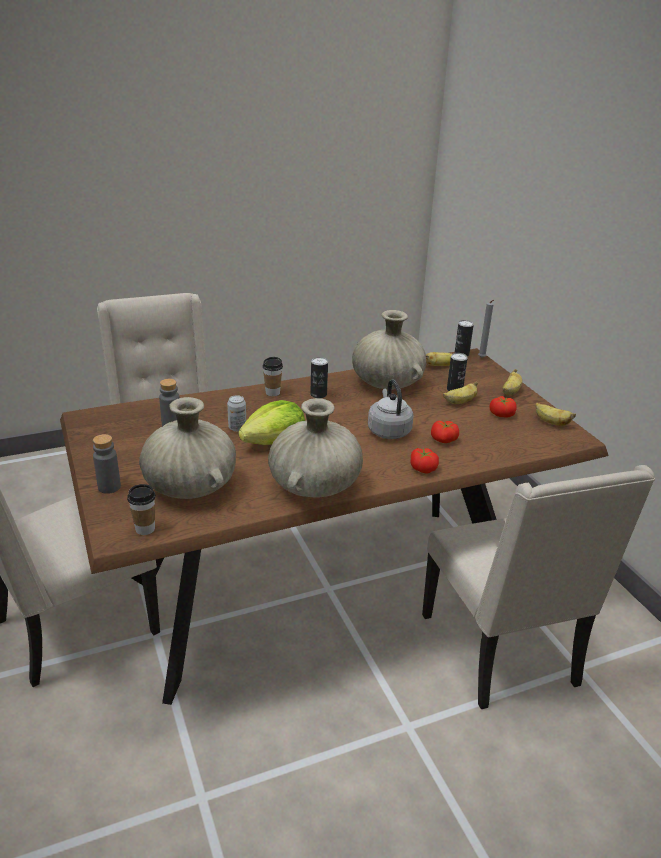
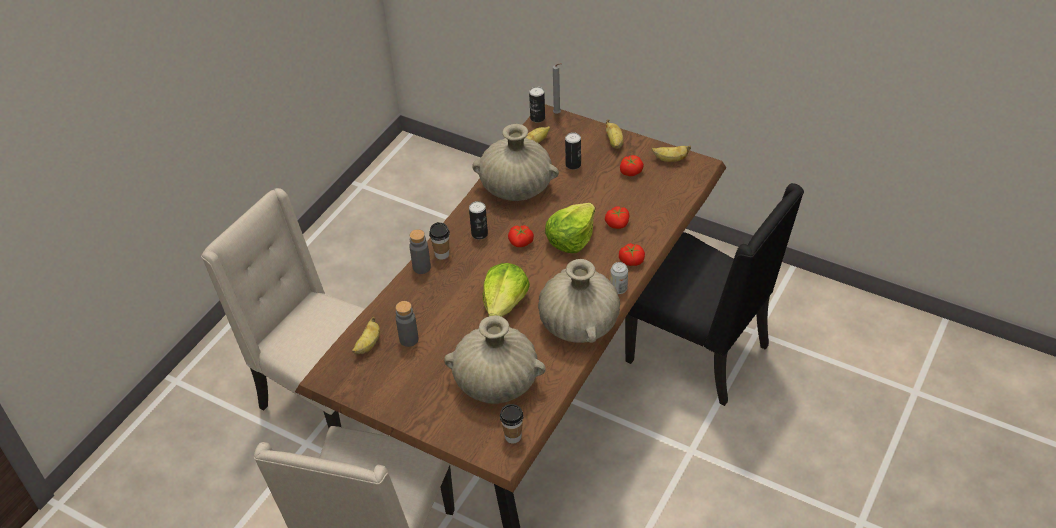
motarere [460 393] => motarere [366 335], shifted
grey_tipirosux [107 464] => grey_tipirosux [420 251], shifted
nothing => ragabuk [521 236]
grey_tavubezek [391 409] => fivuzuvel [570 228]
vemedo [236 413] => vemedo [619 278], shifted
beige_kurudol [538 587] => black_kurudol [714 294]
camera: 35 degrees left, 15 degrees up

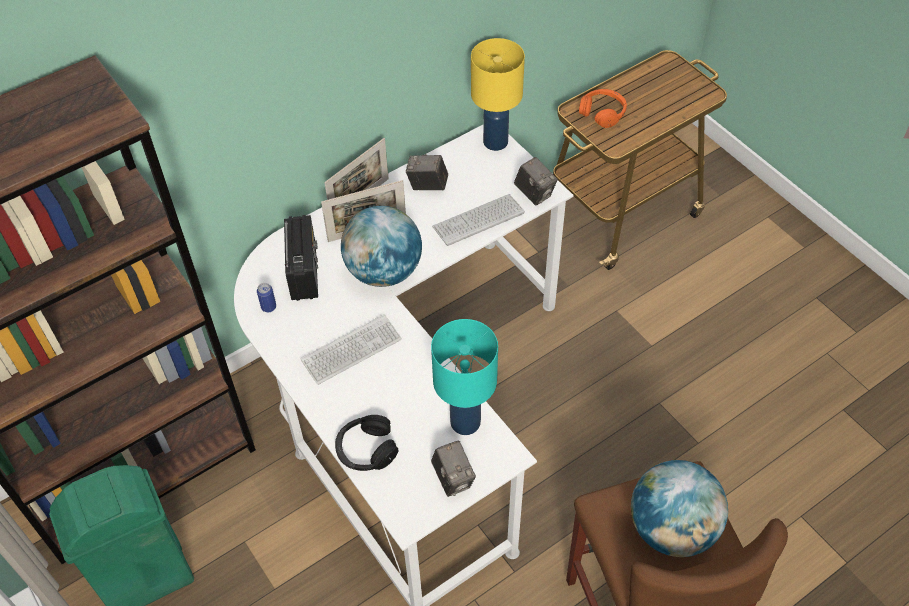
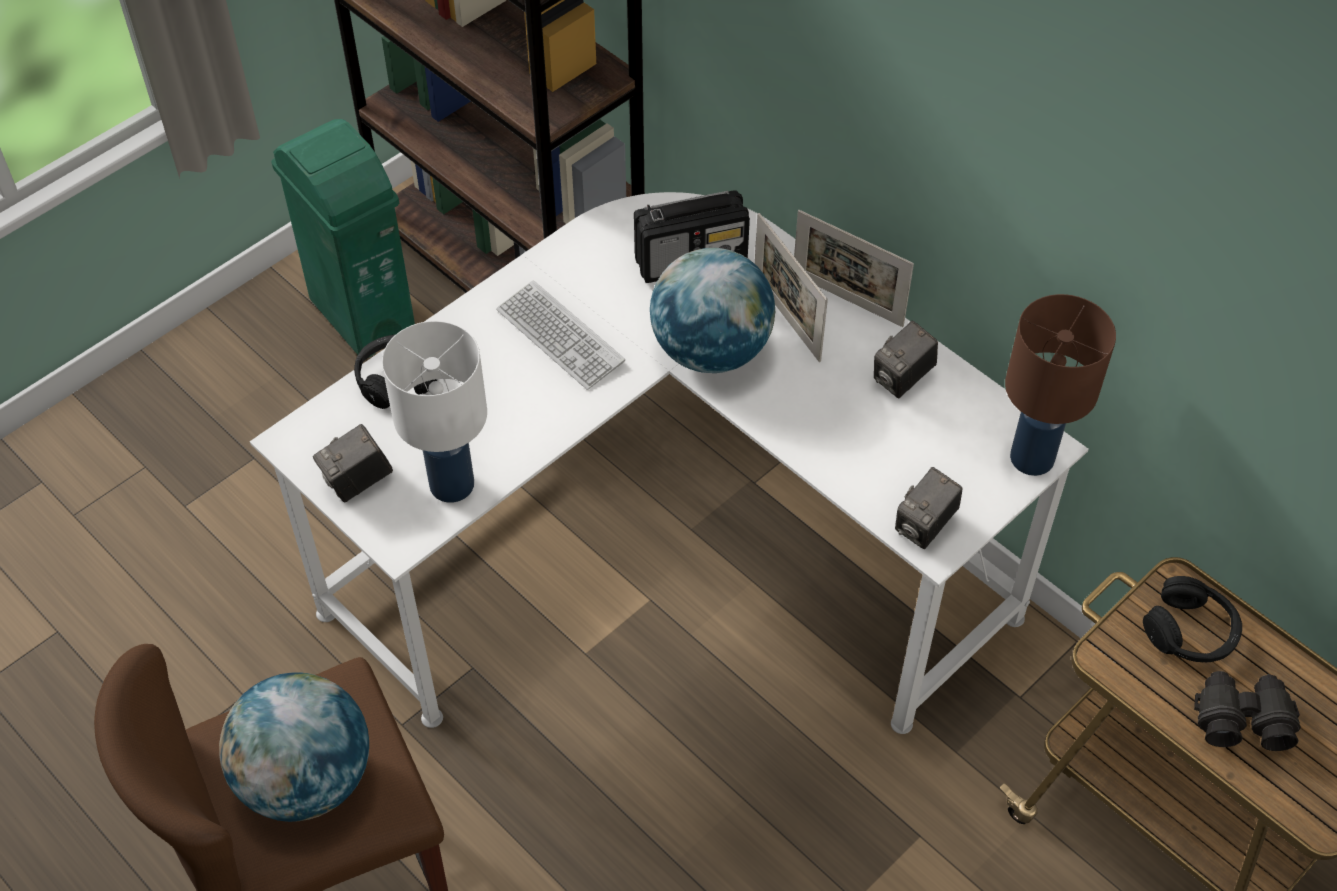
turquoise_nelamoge [464 377] => white_nelamoge [434 412]
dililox [427 172] => dililox [906 359], 135 degrees counterclockwise
yellow_nelamoge [498 94] => brown_nelamoge [1060 385]
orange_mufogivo [603 108] => black_mufogivo [1192 619]
nothing => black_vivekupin [1247 711]
vemedo [266 297] => nothing
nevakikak [478 220] => nothing
camera: 80 degrees right, 0 degrees up

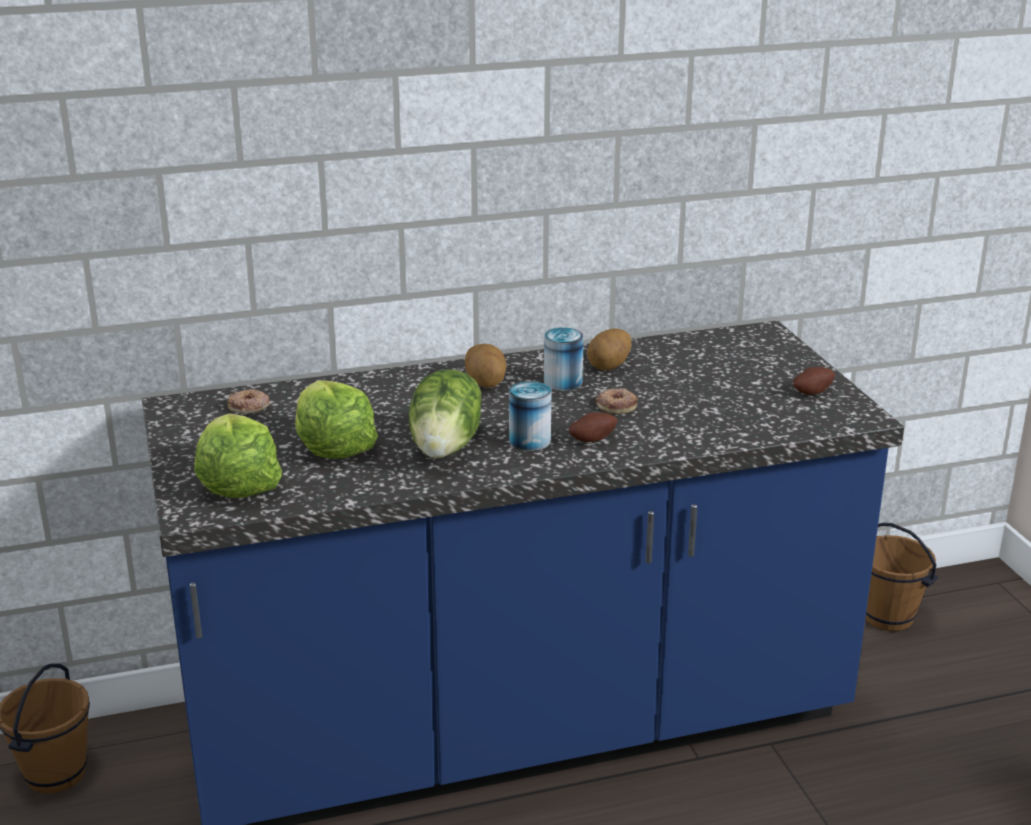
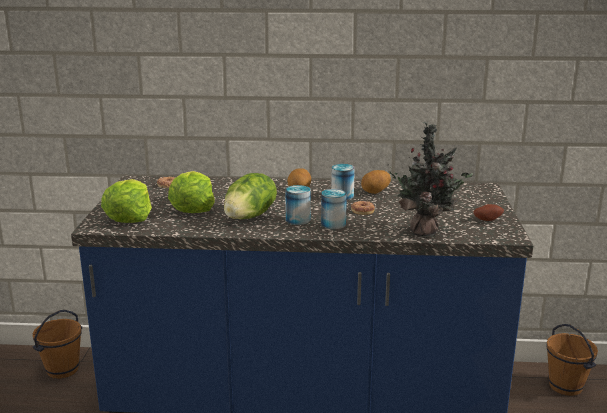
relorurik [593 427] => vemedo [334 209]
nothing => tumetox [431 179]
camera: 20 degrees right, 5 degrees down

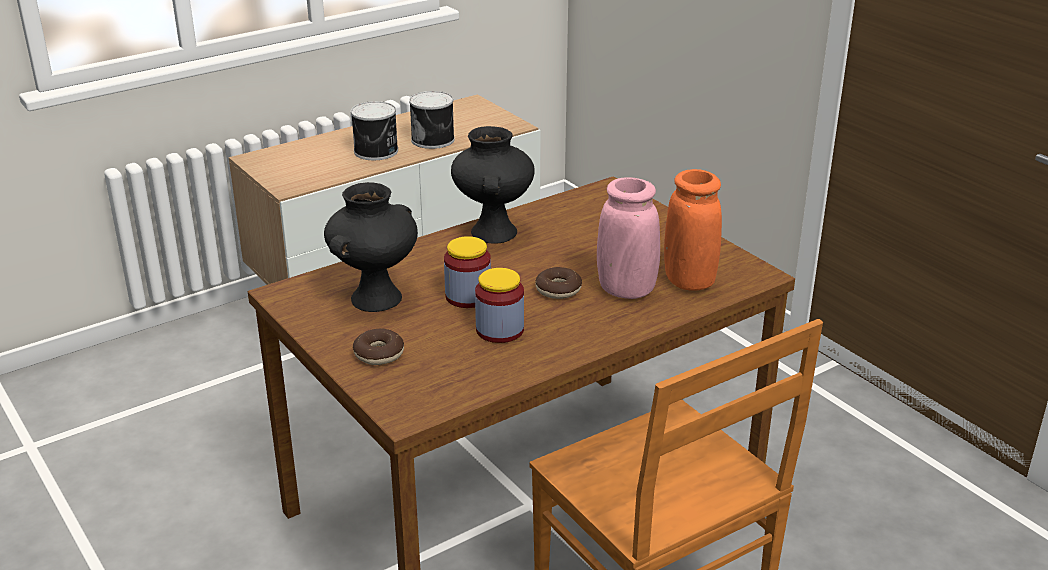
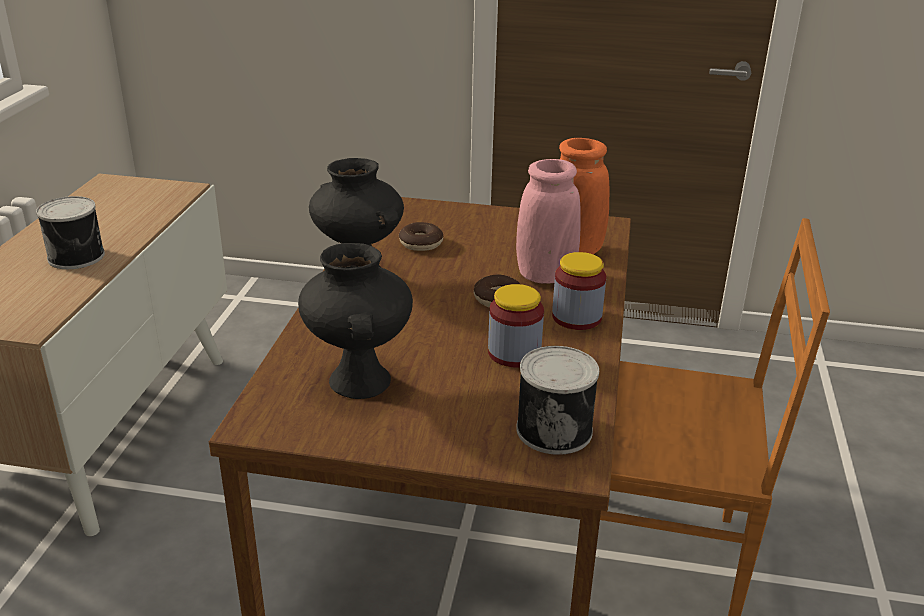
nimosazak [378 347] => nimosazak [421 236], shifted
vemedo [432 120] => vemedo [557 400], shifted
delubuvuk [467 272] => delubuvuk [579 291], shifted
camera: 45 degrees left, 0 degrees up

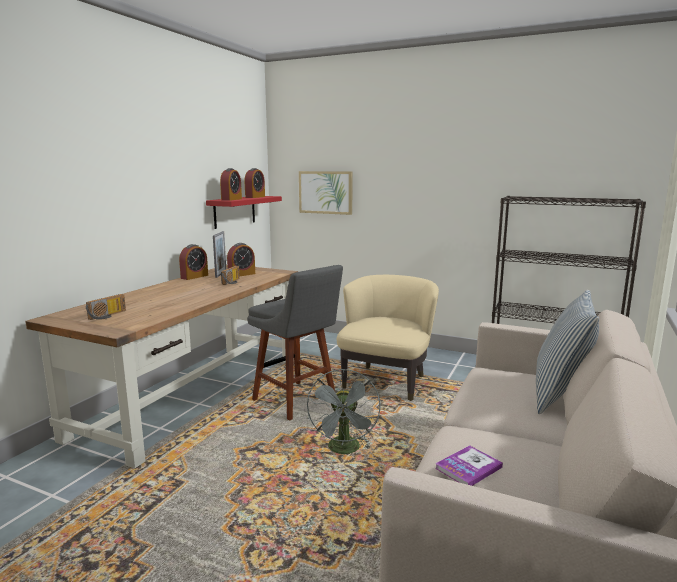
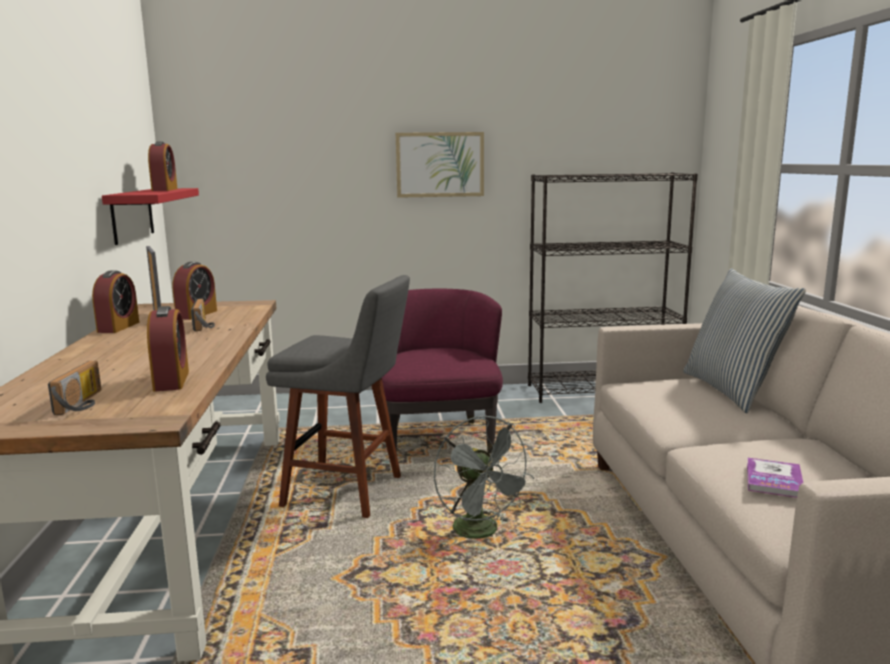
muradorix [231 184] => muradorix [168 349], shifted
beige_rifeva [388 338] => purple_rifeva [442 371]
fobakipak [326 193] => fobakipak [440 165], shifted
camera: 30 degrees left, 0 degrees up

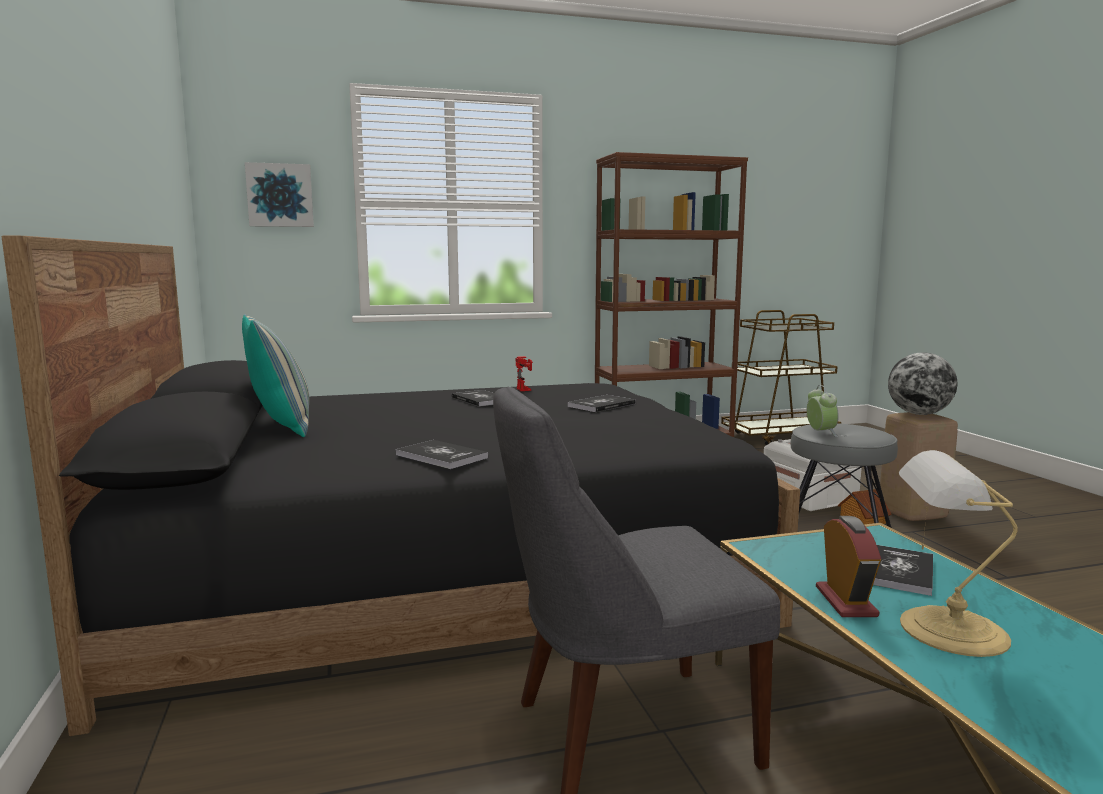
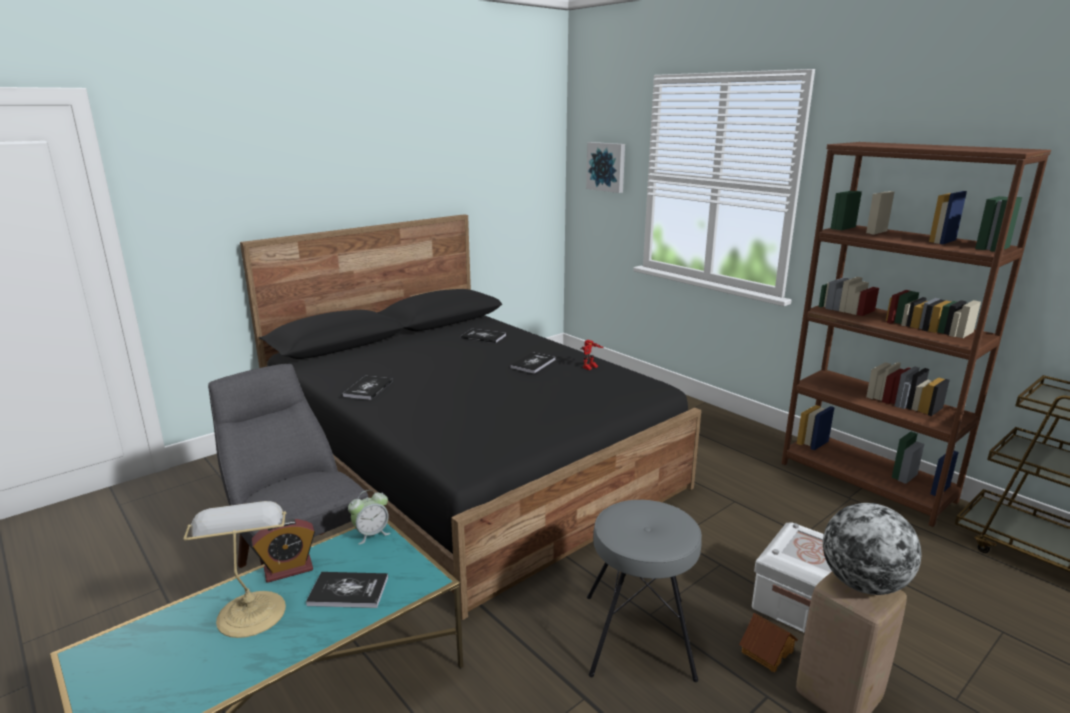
muradorix [823 411] => muradorix [369 517], shifted
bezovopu [602 403] => bezovopu [483 336], shifted
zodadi [275 375] => nothing
camera: 65 degrees right, 10 degrees up

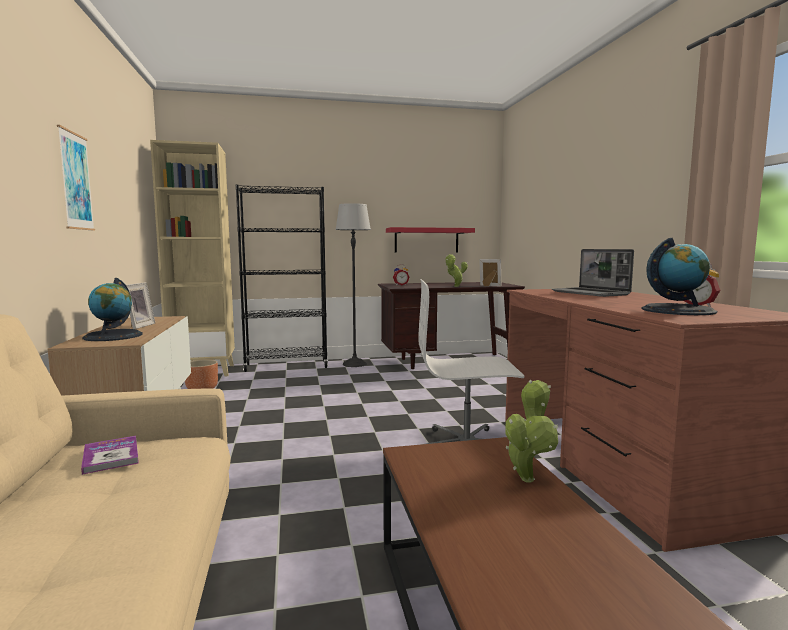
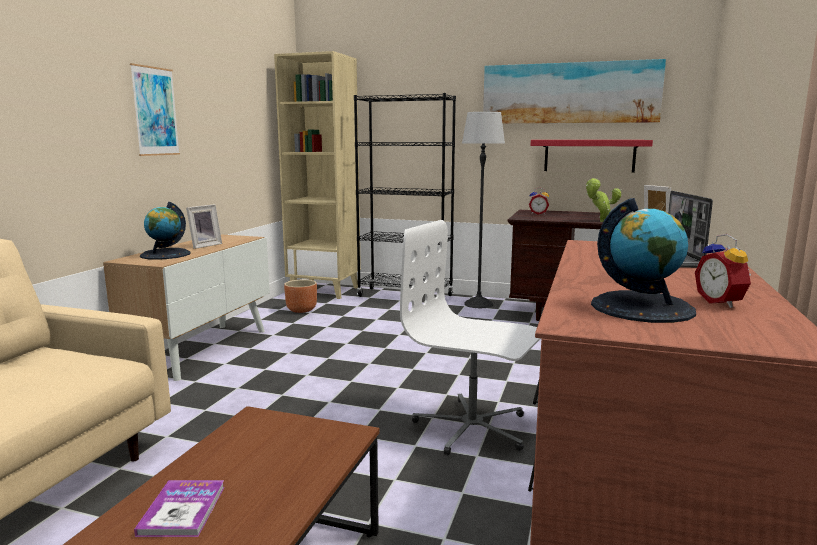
bezovopu [110 455] => bezovopu [179 508], shifted
nothing => fobakipak [574 91]
tumetox [531 431] => nothing
camera: 30 degrees right, 5 degrees up

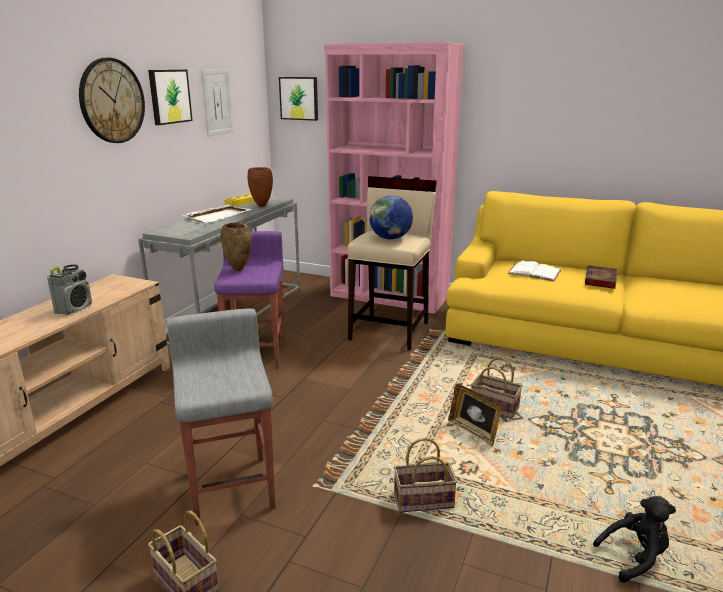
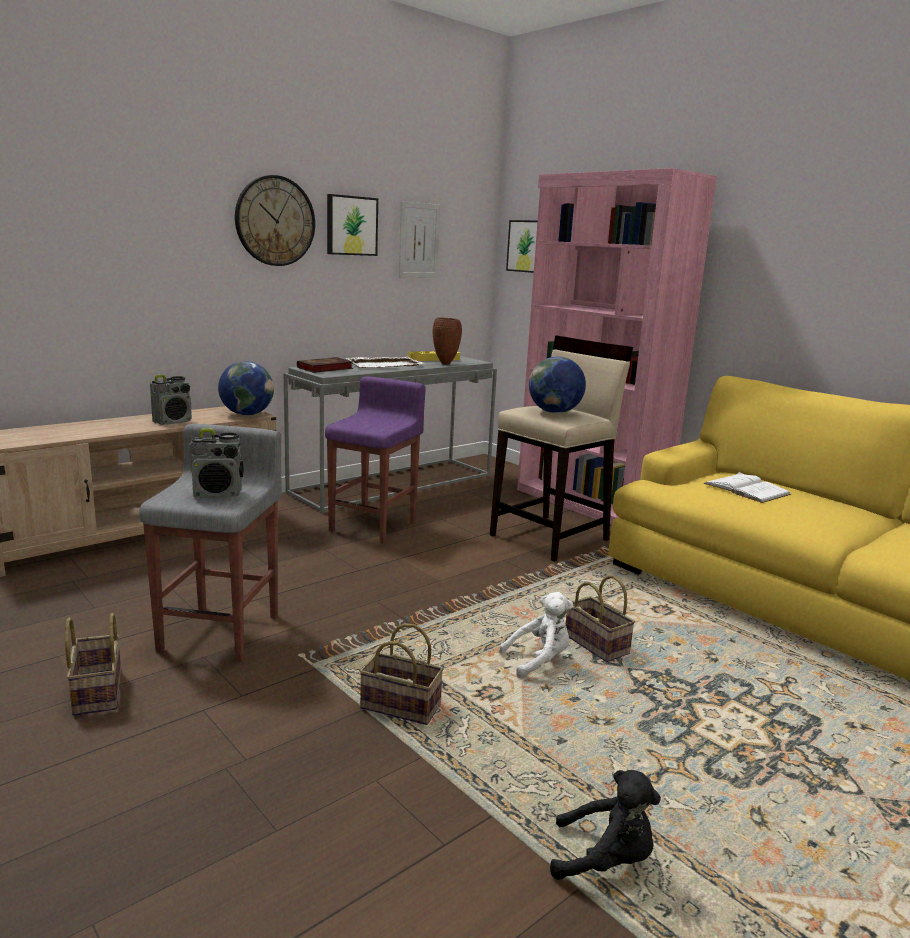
nothing => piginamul [216 463]
nothing => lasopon [246 388]
bezovopu [601 277] => bezovopu [325 365], shifted
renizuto [474 415] => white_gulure [536 635]
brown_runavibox [236 246] => nothing
camera: 25 degrees right, 5 degrees down

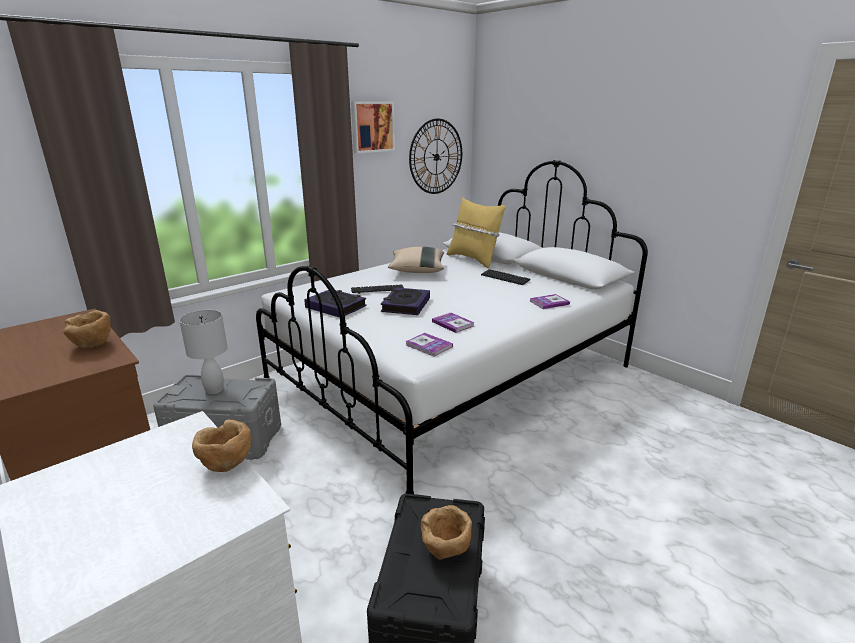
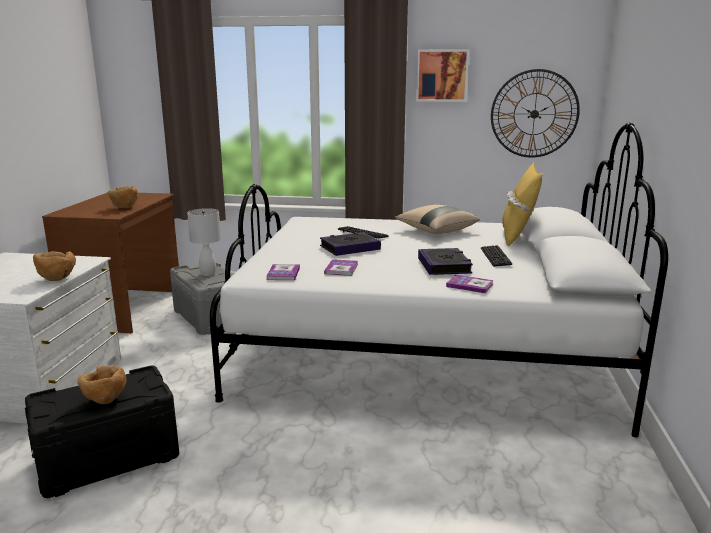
bezovopu [335 304] => bezovopu [445 261], shifted
camera: 50 degrees right, 5 degrees down

